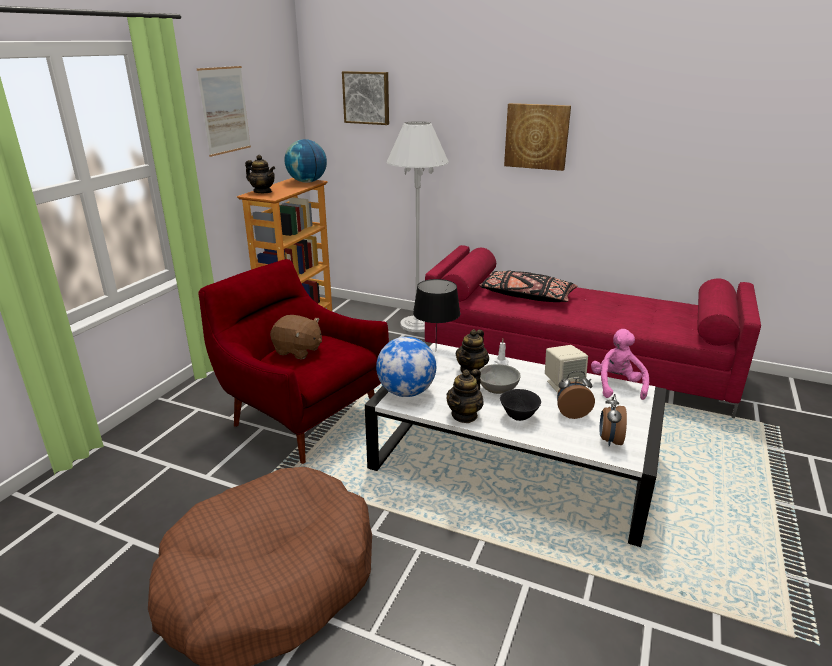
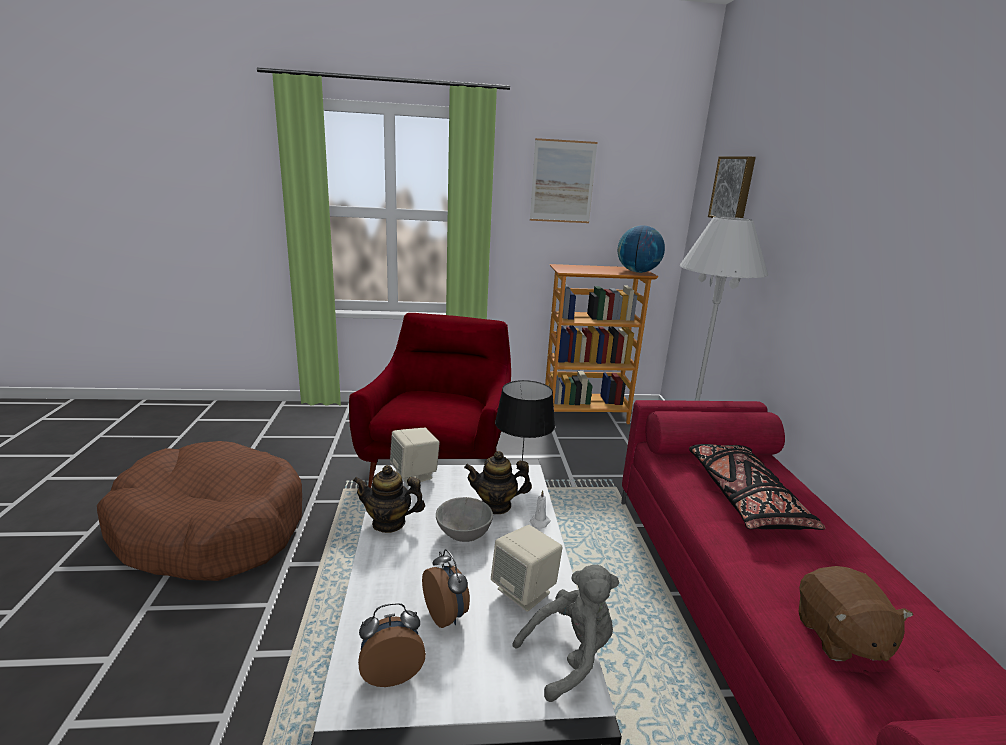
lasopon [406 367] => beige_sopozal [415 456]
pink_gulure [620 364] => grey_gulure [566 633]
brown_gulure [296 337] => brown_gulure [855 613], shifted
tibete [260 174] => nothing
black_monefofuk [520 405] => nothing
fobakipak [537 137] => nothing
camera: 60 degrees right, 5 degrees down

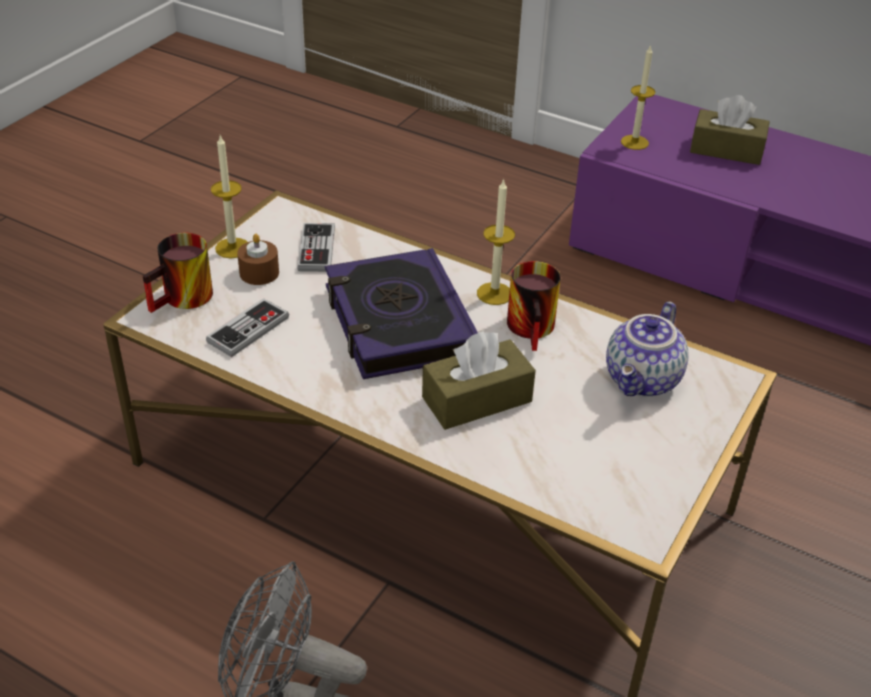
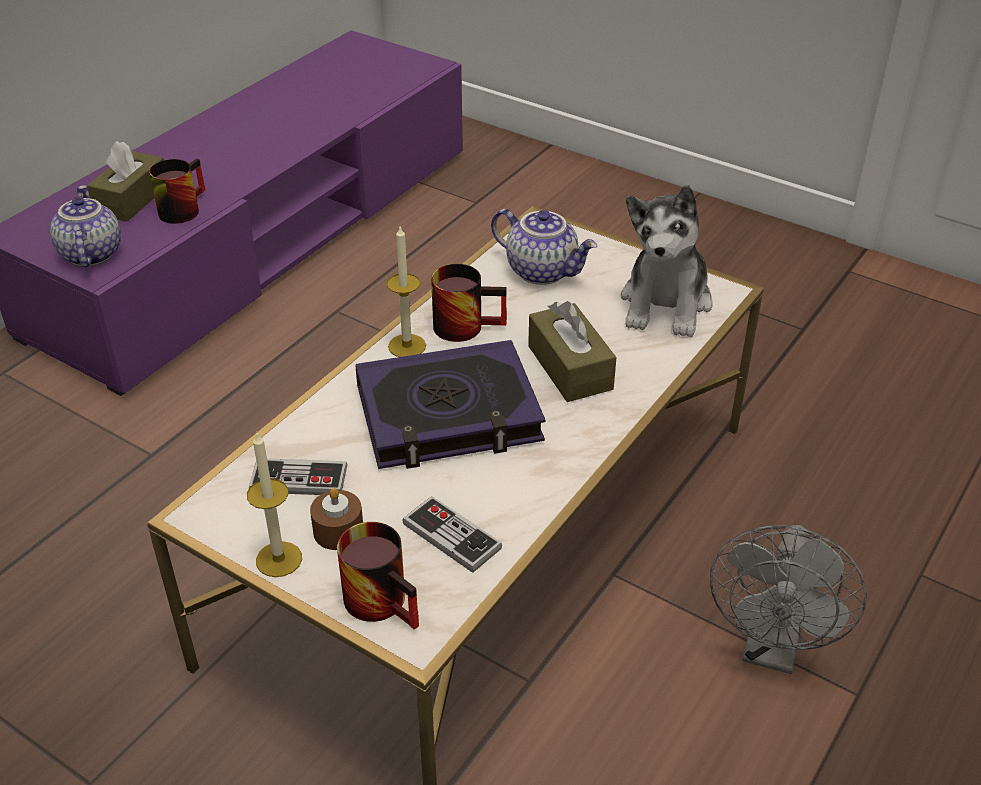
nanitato [638 97] => tibete [85 226]
nothing => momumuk [177 191]
nothing => gulure [667 261]
camera: 85 degrees left, 0 degrees up

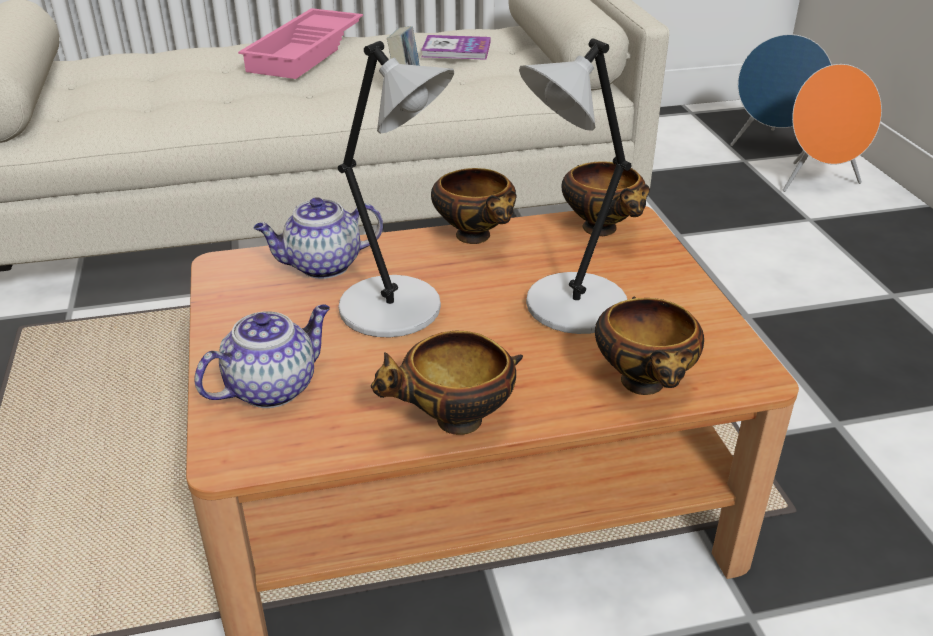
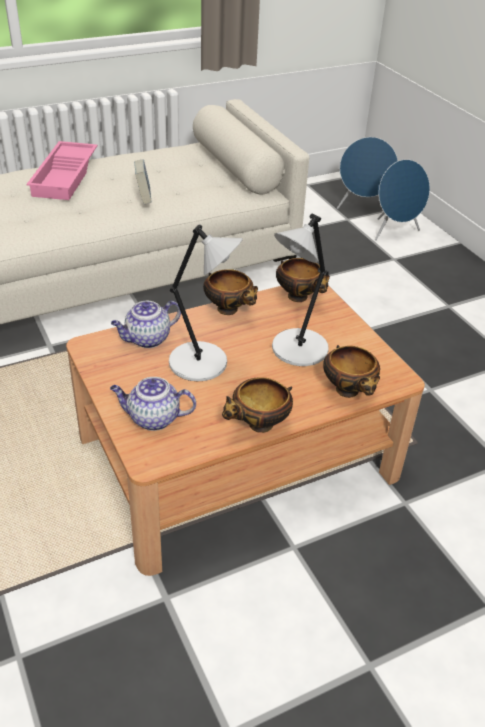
tibete [262 356] => tibete [153 404], 120 degrees counterclockwise
orange_sopozal [832 128] => blue_sopozal [402 200]
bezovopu [455 47] => nothing
camera: 15 degrees left, 5 degrees up

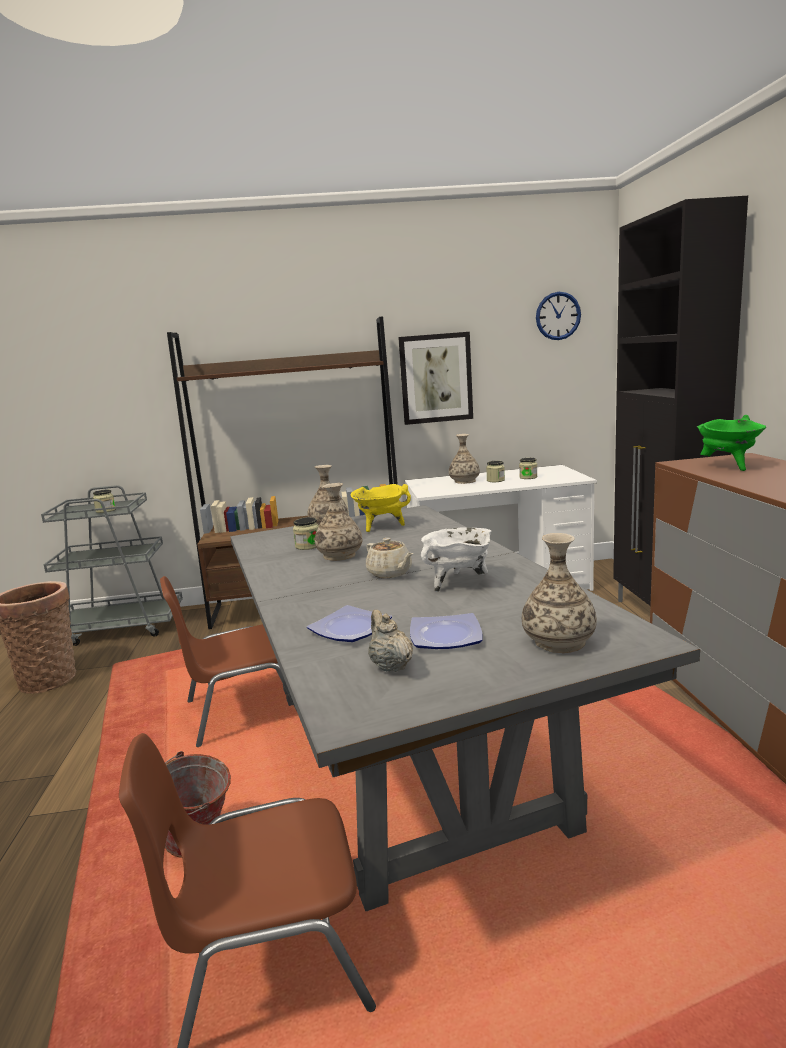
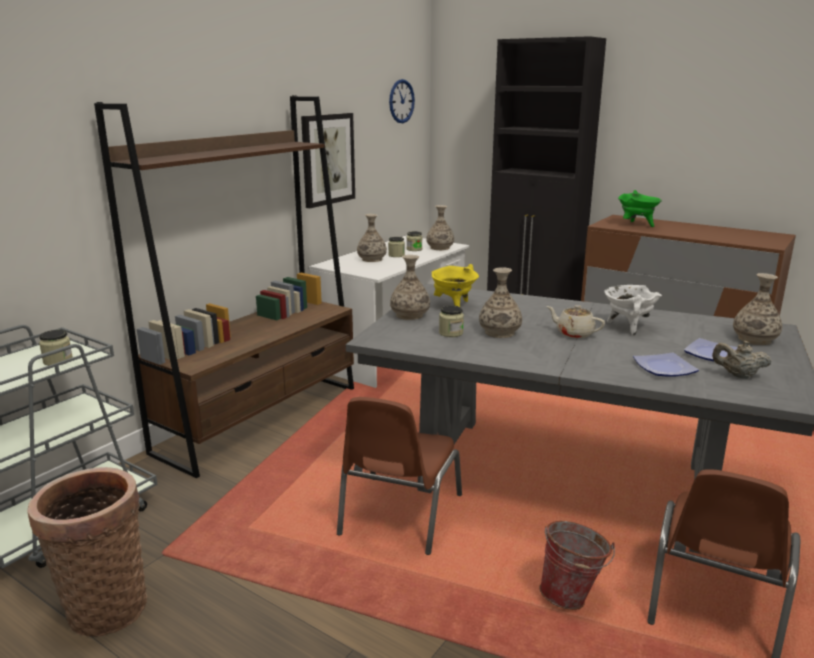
nothing => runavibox [440 227]
beige_tibete [389 558] => beige_tibete [576 321], 150 degrees counterclockwise
camera: 50 degrees left, 5 degrees up

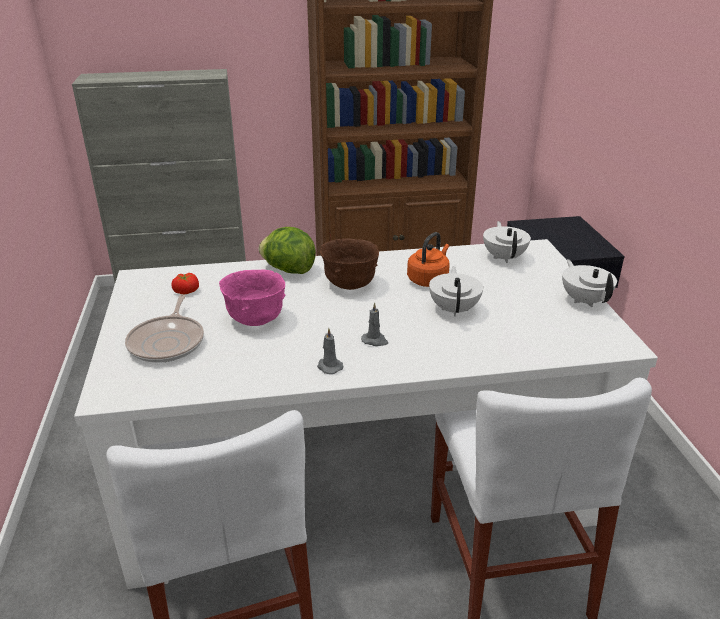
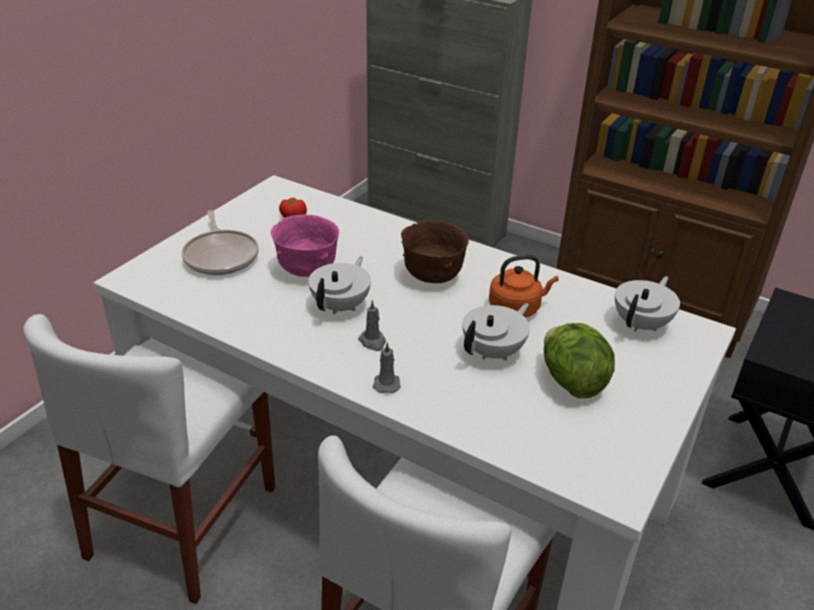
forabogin [164 328] => forabogin [220 242], 60 degrees counterclockwise
white_tibete [589 283] => white_tibete [339 285], shifted
grey_nanitato [330 351] => grey_nanitato [387 367], shifted
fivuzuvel [287 250] => fivuzuvel [579 360], shifted
camera: 40 degrees right, 5 degrees up

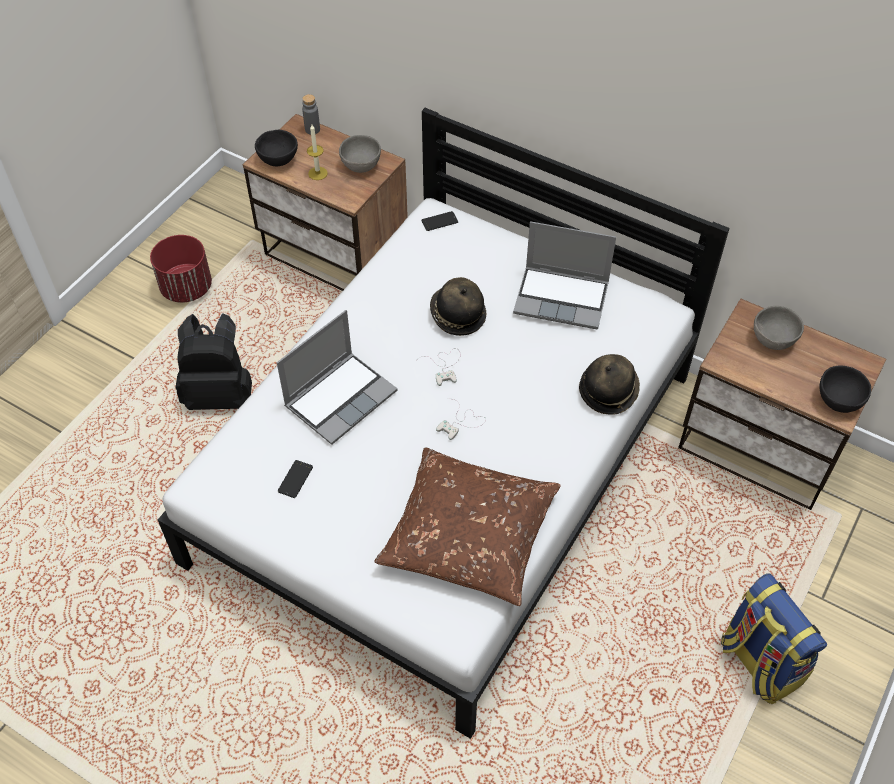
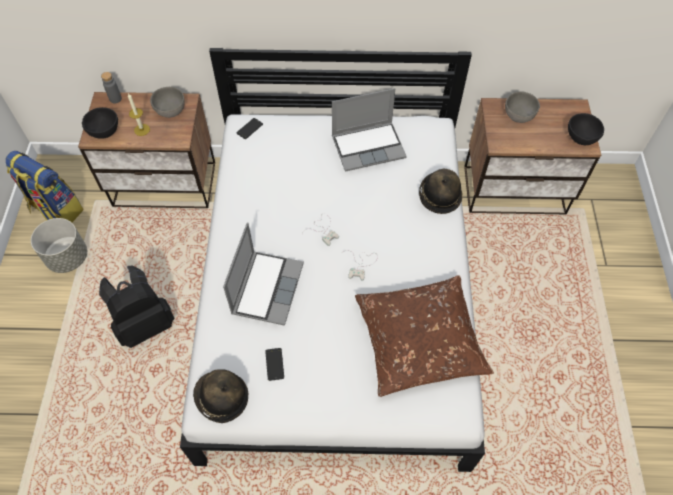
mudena [774 638] => mudena [45 186], shifted
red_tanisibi [181 269] => grey_tanisibi [59 245]
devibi [458 306] => devibi [221 396], shifted
camera: 30 degrees left, 5 degrees up

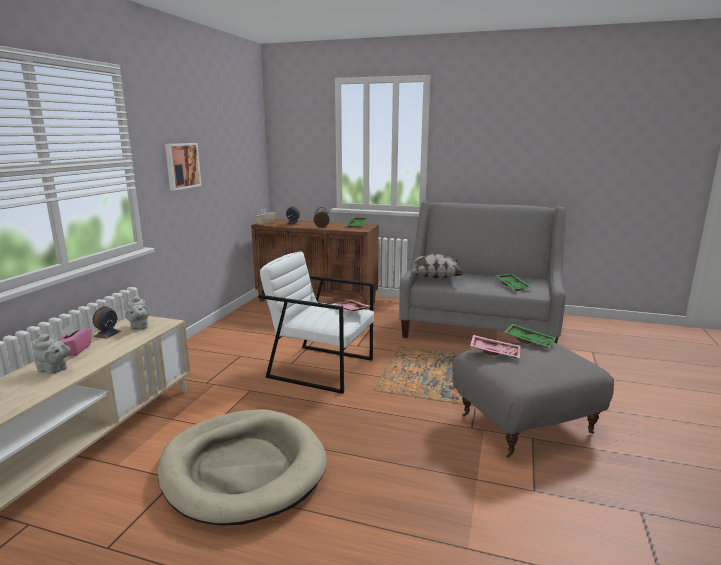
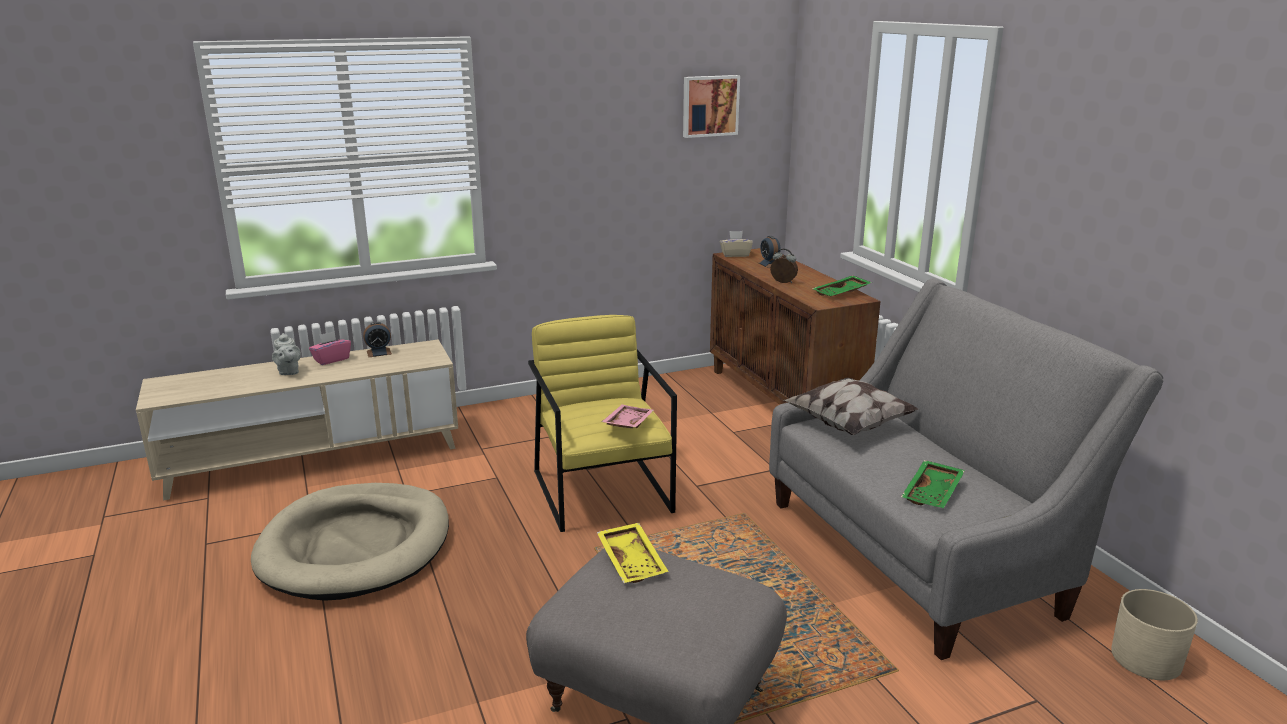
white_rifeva [316 322] => yellow_rifeva [602 423]
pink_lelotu [495 346] => yellow_lelotu [633 553]
fobakipak [183 166] => fobakipak [711 106], shifted
nothing => beige_tanisibi [1154 634]
grey_tibete [137 312] => nothing
green_lelotu [530 335] => nothing
camera: 50 degrees right, 5 degrees up

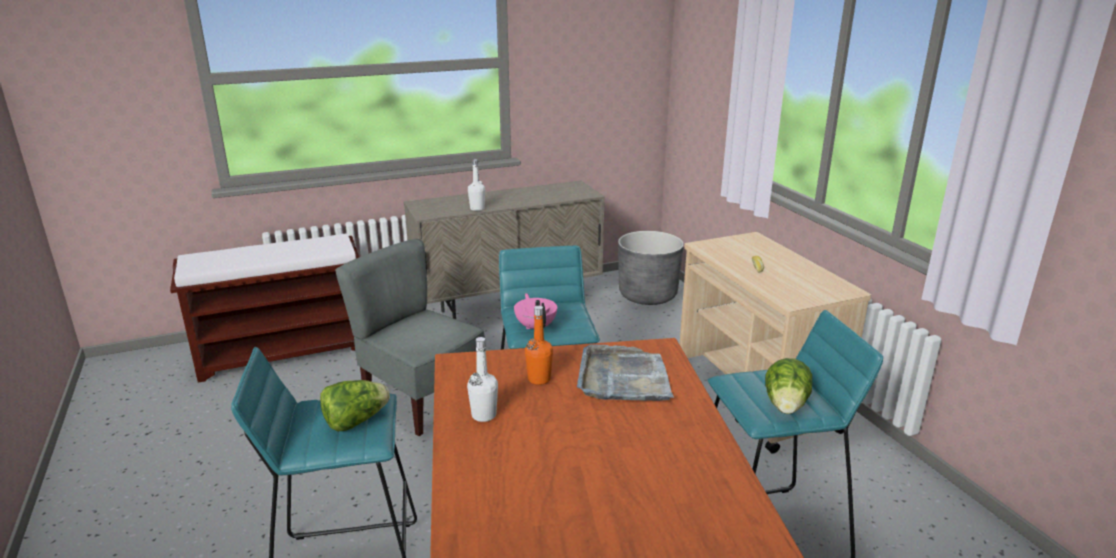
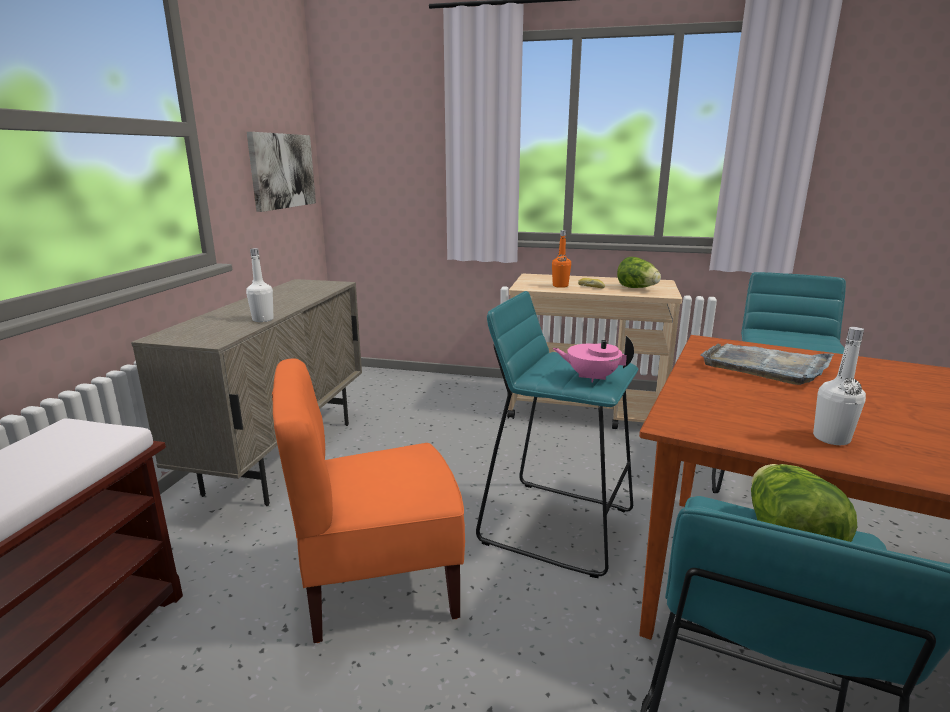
nothing => fobakipak [281 172]
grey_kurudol [410 337] => orange_kurudol [368 500]
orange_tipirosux [539 345] => orange_tipirosux [561 259], shifted
fivuzuvel [788 386] => fivuzuvel [639 272], shifted
grey_tanisibi [651 268] => nothing
camera: 55 degrees left, 5 degrees down

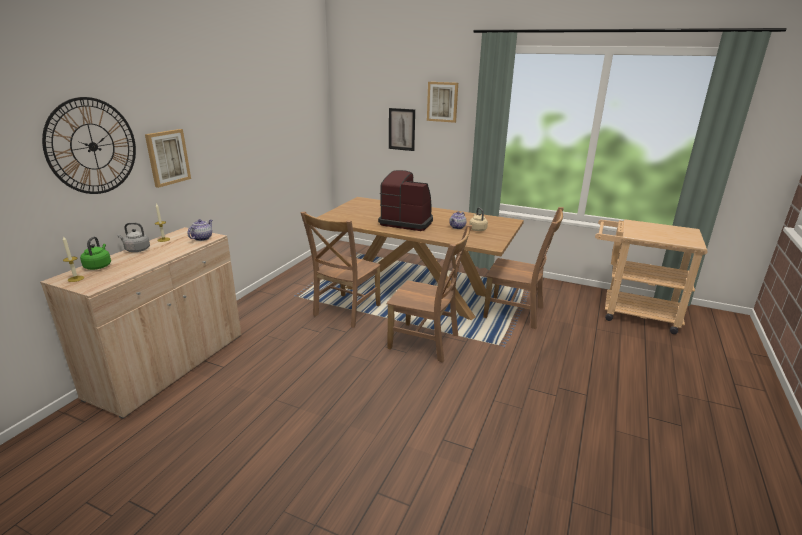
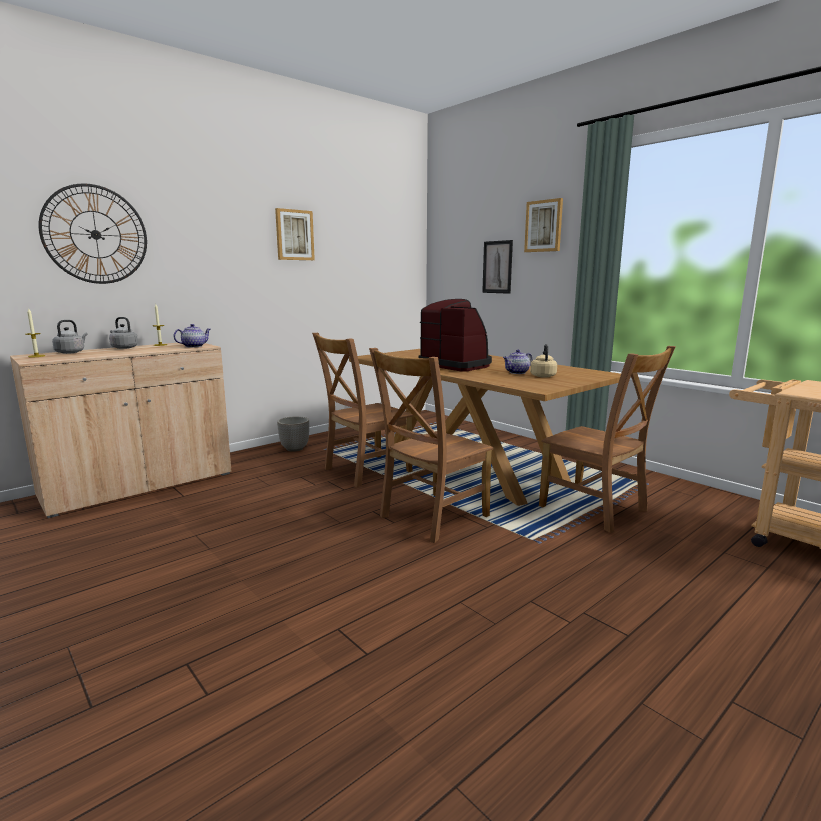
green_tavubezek [95 253] => grey_tavubezek [70 337]
fobakipak [168 158] => fobakipak [295 234], shifted
nothing => tanisibi [293 434]
brown_kurudol [429 294] => brown_kurudol [431 445], 90 degrees clockwise
camera: 25 degrees right, 10 degrees down

